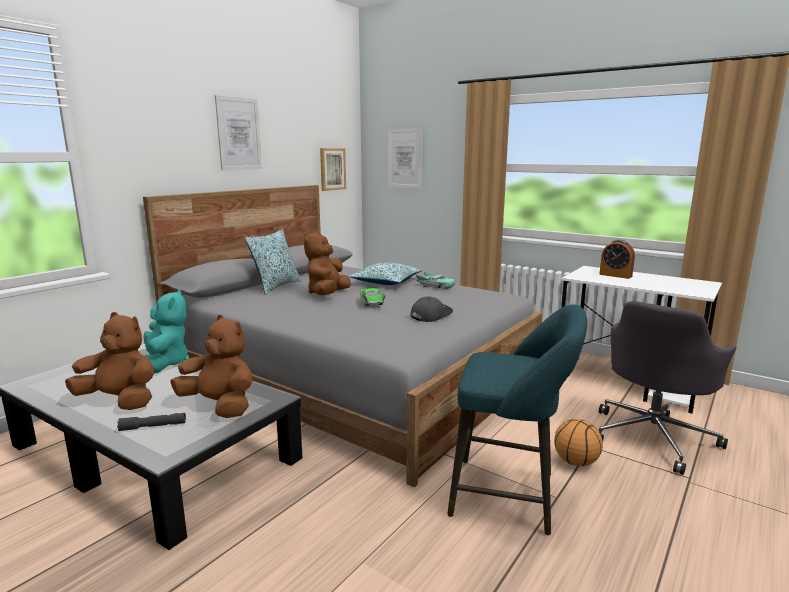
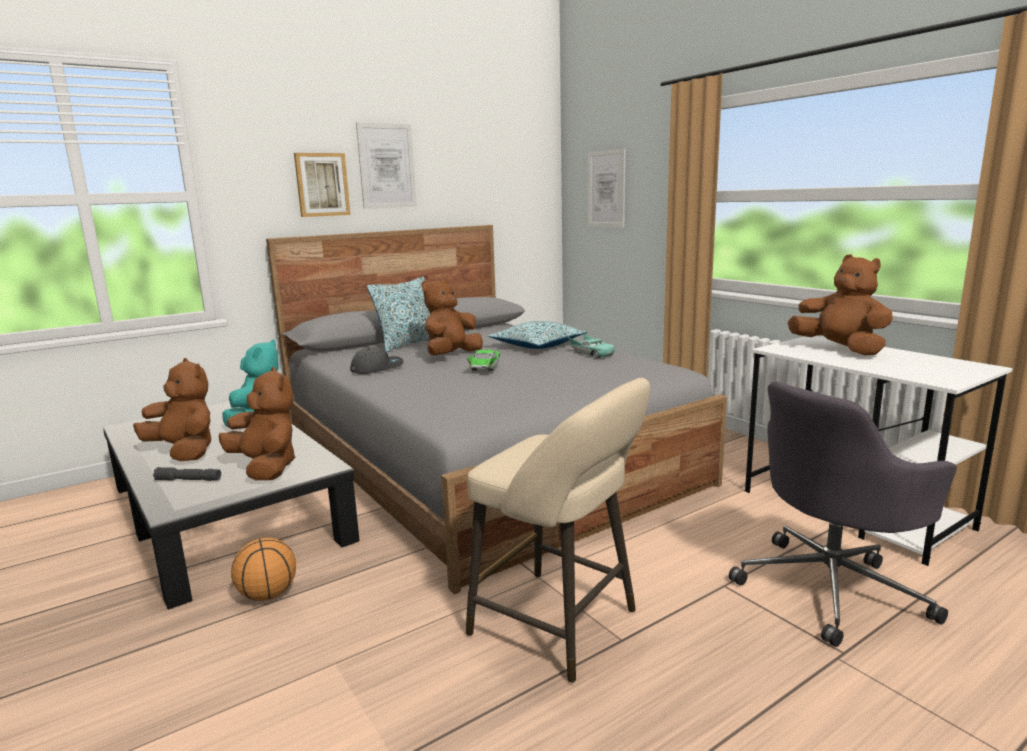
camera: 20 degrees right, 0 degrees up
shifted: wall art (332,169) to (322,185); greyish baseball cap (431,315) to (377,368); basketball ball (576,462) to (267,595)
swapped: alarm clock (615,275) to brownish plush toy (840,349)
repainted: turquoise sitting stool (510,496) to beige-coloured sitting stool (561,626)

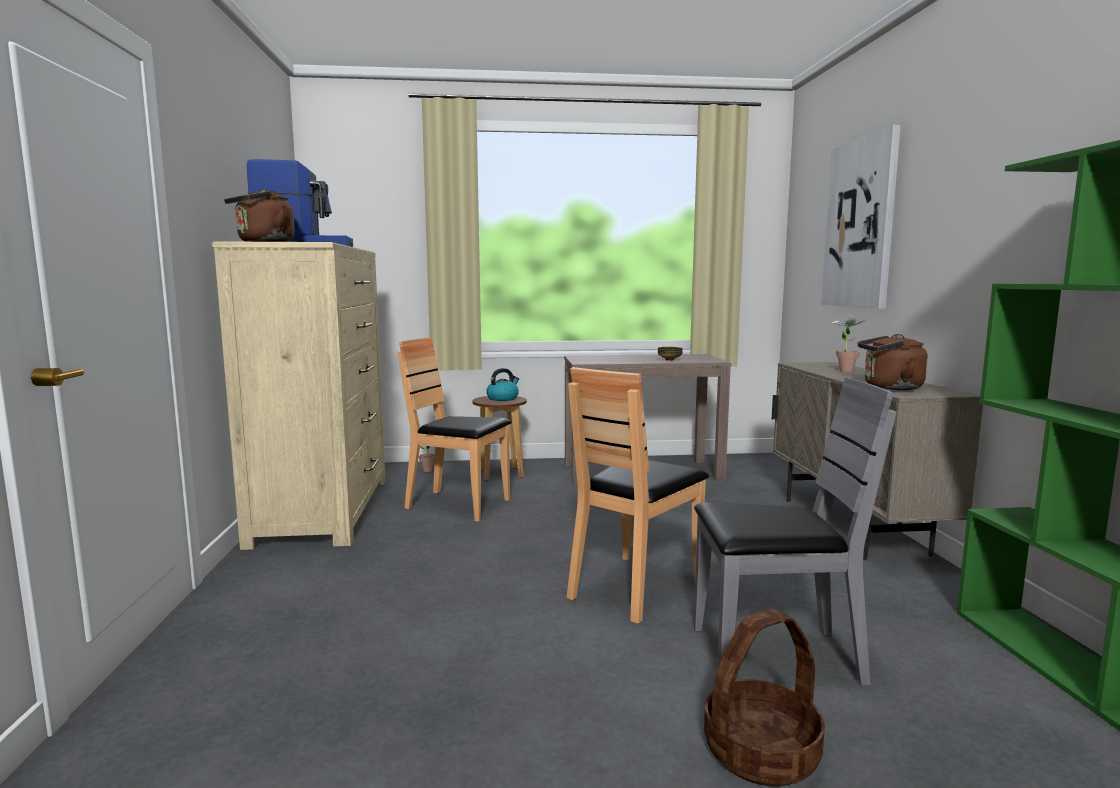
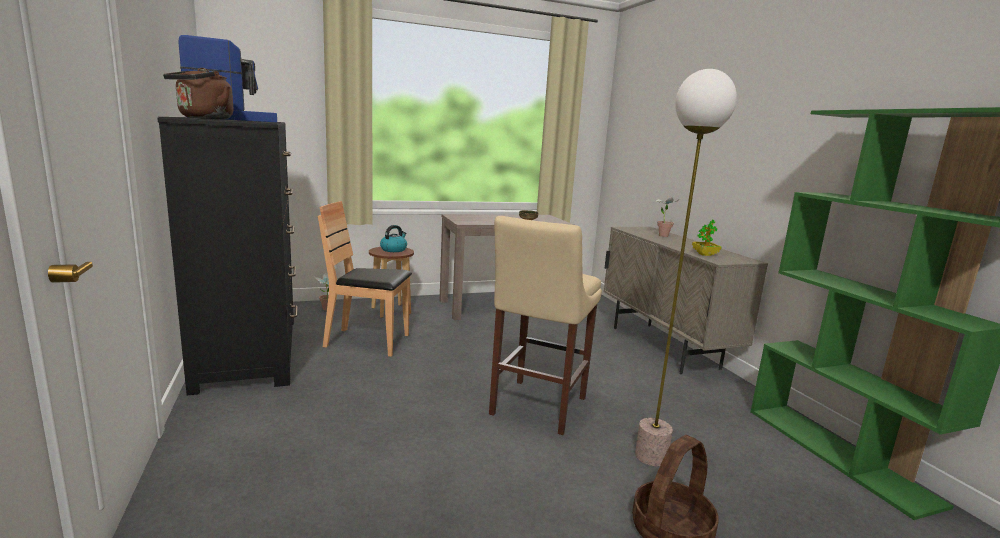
camera: 15 degrees left, 5 degrees up
gone: wall art (860,224)
swapped: brownish upright chair (634,587) to beige-coloured sitting stool (536,408); greyish upright chair (773,657) to standard lamp (651,457); brownish tea kettle (889,387) to plant in a pot (705,254)
repainted: beige-coloured chest of drawers (324,510) to black-coloured chest of drawers (249,351)

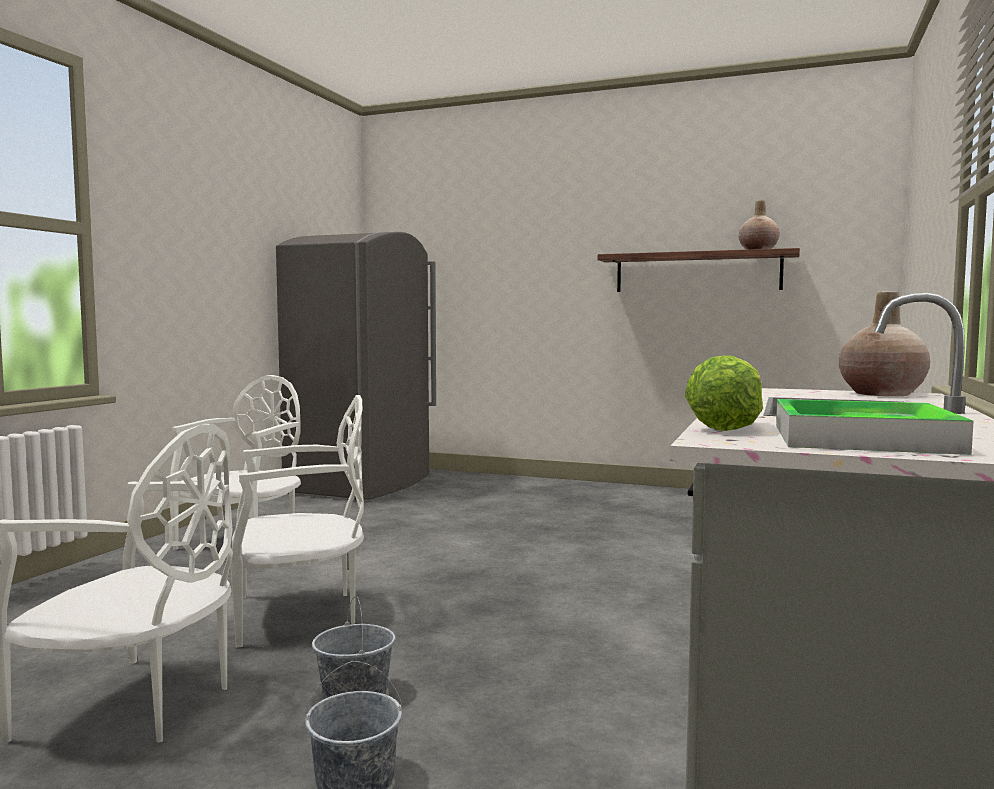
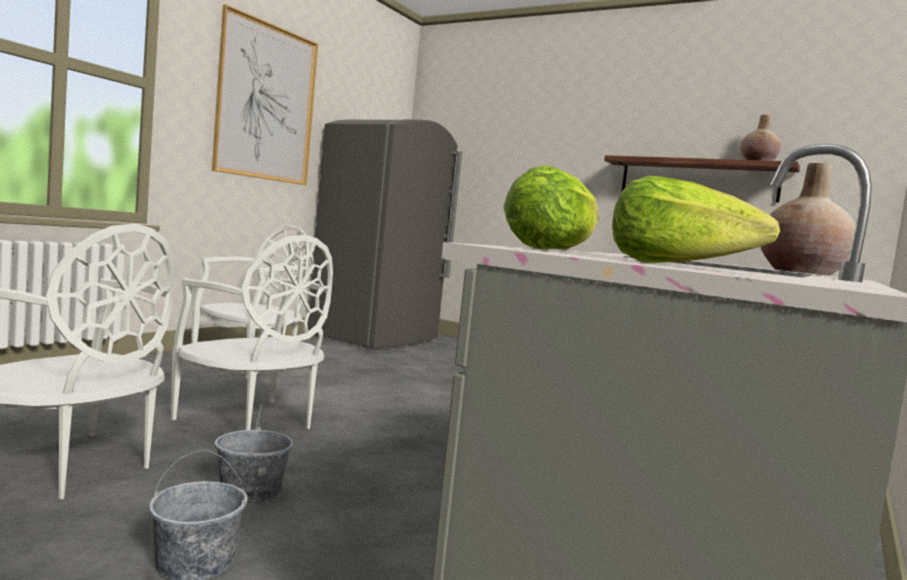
camera: 10 degrees right, 0 degrees up
new: wall art (266,103)
swapped: carrying tray (861,438) to lettuce (678,265)
rotated: white upright chair (298,614) = (251,422) 45 degrees clockwise

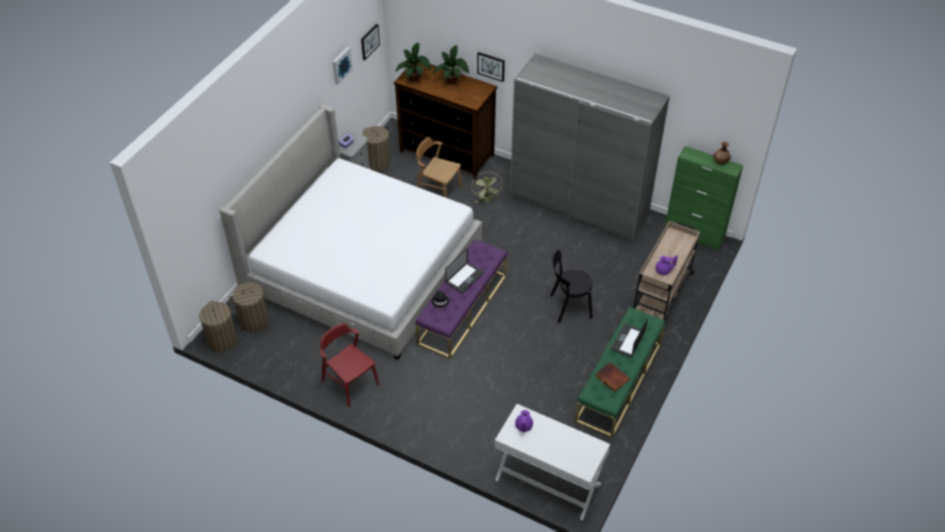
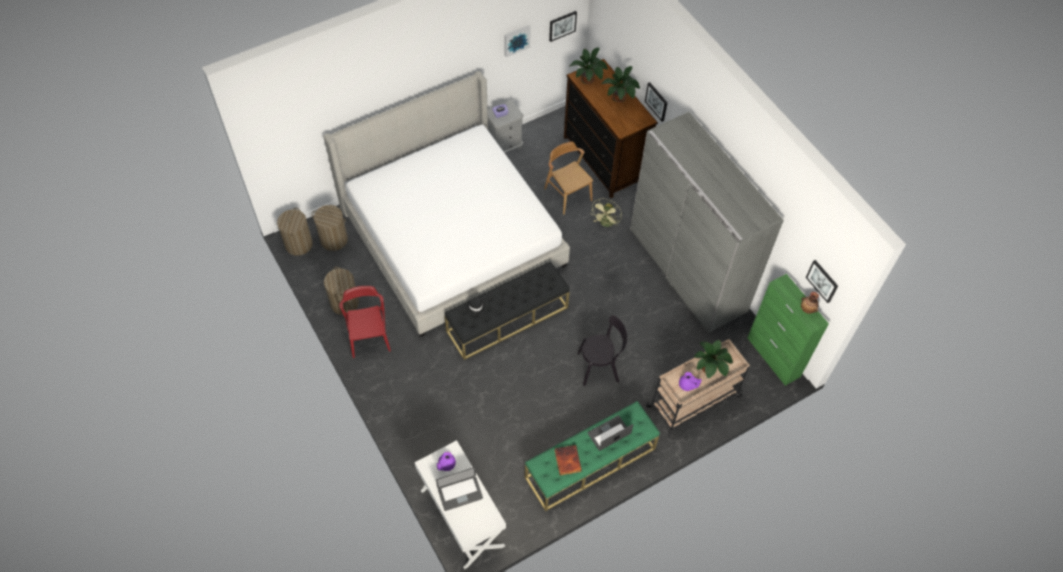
camera: 30 degrees right, 10 degrees up
new: plant in a pot (709,368); wall art (822,281)
shifted: hamper (378,162) to (344,303); notebook computer (464,278) to (460,493)
repainted: purplish bench (462,309) to black-coloured bench (507,319)
rotated: black-coloured upright chair (568,306) = (600,367) 150 degrees clockwise

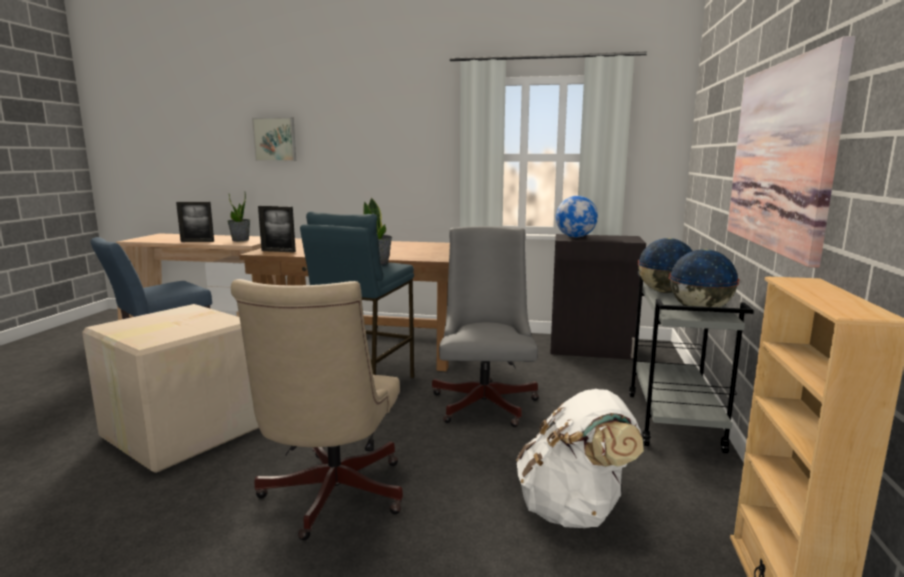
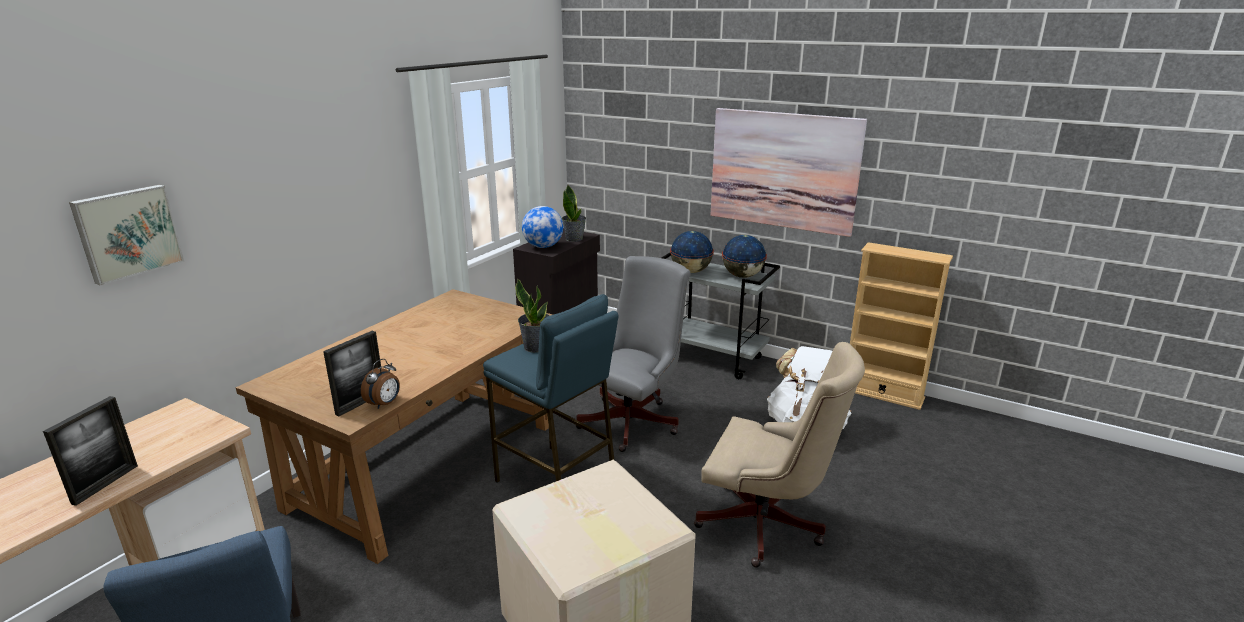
camera: 70 degrees left, 10 degrees up
new: alarm clock (384,404)
shifted: plant in a pot (240,240) to (574,239)
rotated: greyish computer chair (485,401) = (634,420) 105 degrees clockwise

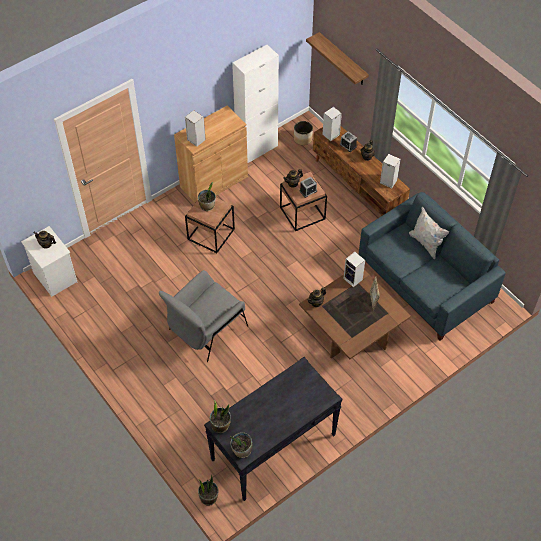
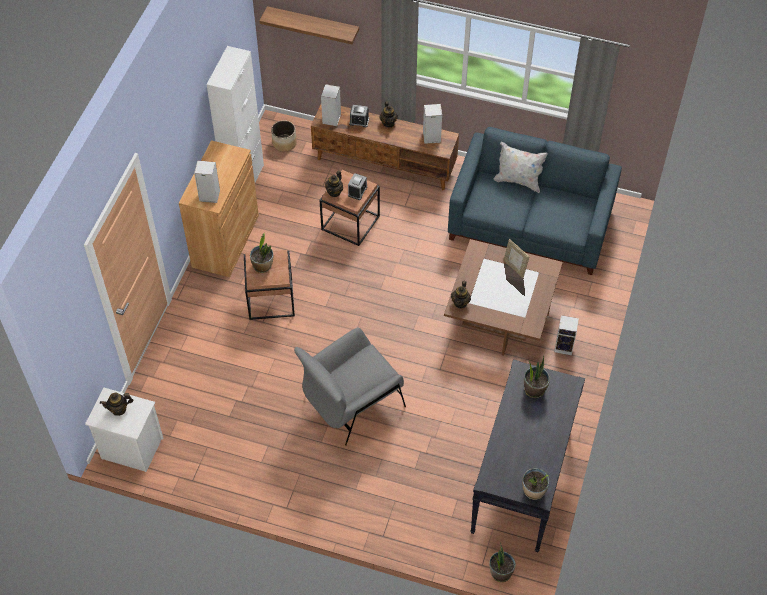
camera: 35 degrees left, 0 degrees up
shifted: plant in a pot (220,425) to (534,389); speaker (353,279) to (564,346)
rotated: greyish lounge chair (206,329) = (352,403) 45 degrees clockwise

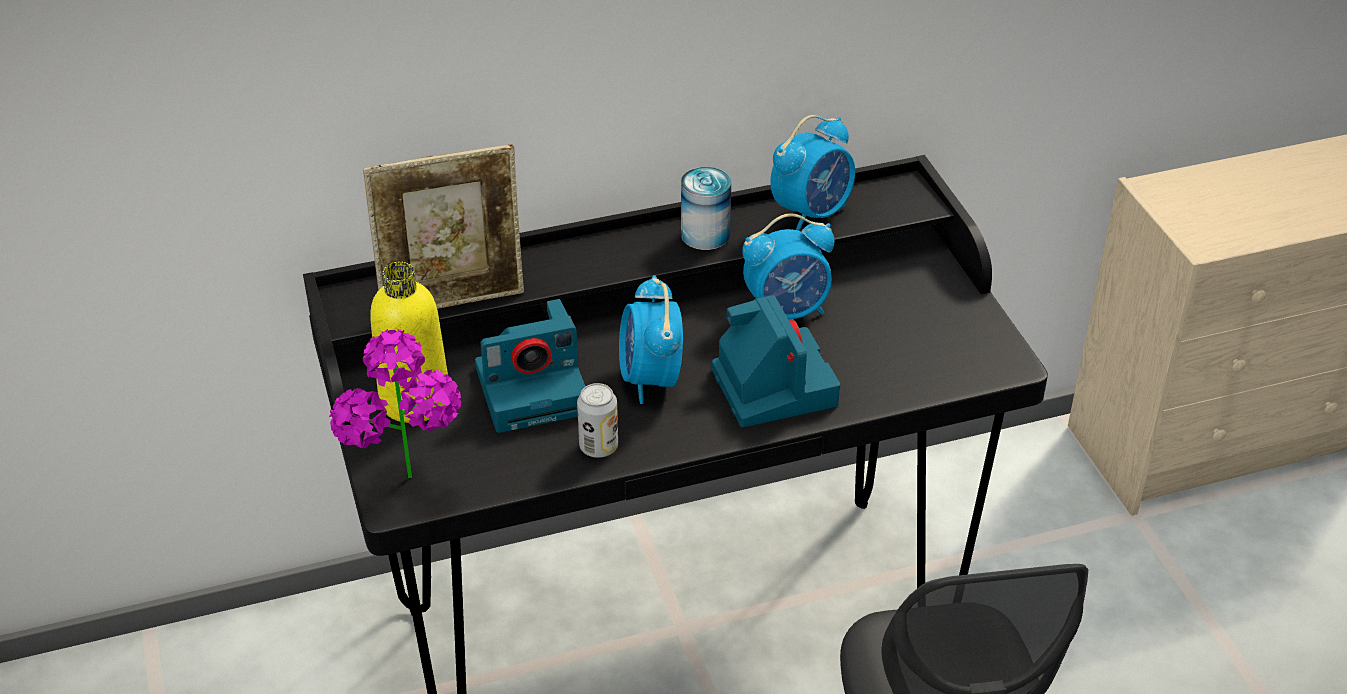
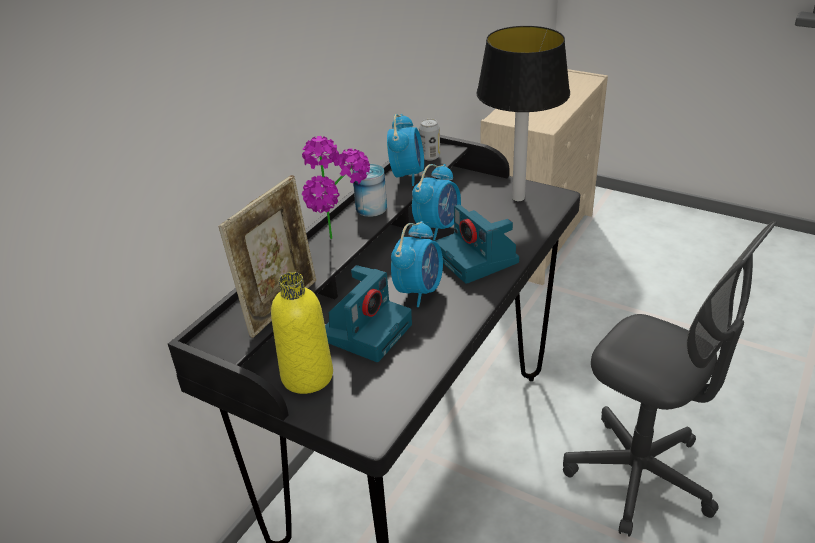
camera: 40 degrees left, 5 degrees down
new: tabletop lamp (517,198)
shifted: plant in a pot (411,493) to (341,243); sealed can (598,447) to (430,156)
rotated: alarm clock (650,379) = (419,290) 105 degrees counterclockwise; photo camera (772,385) = (478,259) 150 degrees counterclockwise

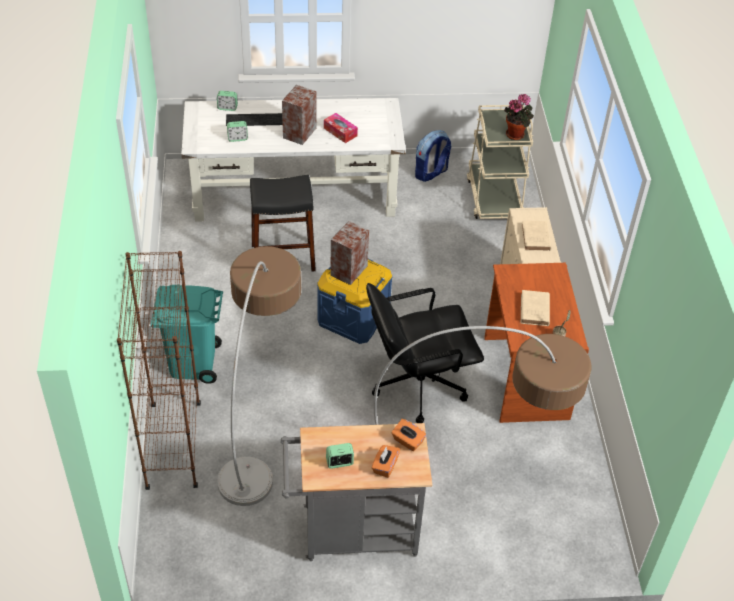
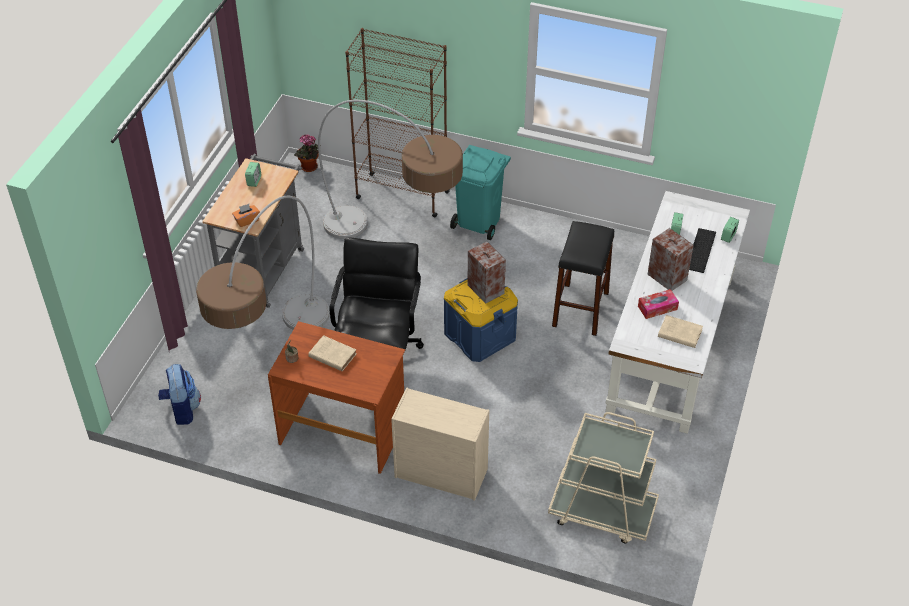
camera: 115 degrees right, 0 degrees up
gone: orangey tissue holder (385,466)
shifted: rucksack (431,173) to (182,409); plant in a pot (516,134) to (309,168); beige-coloured book (536,238) to (678,333)

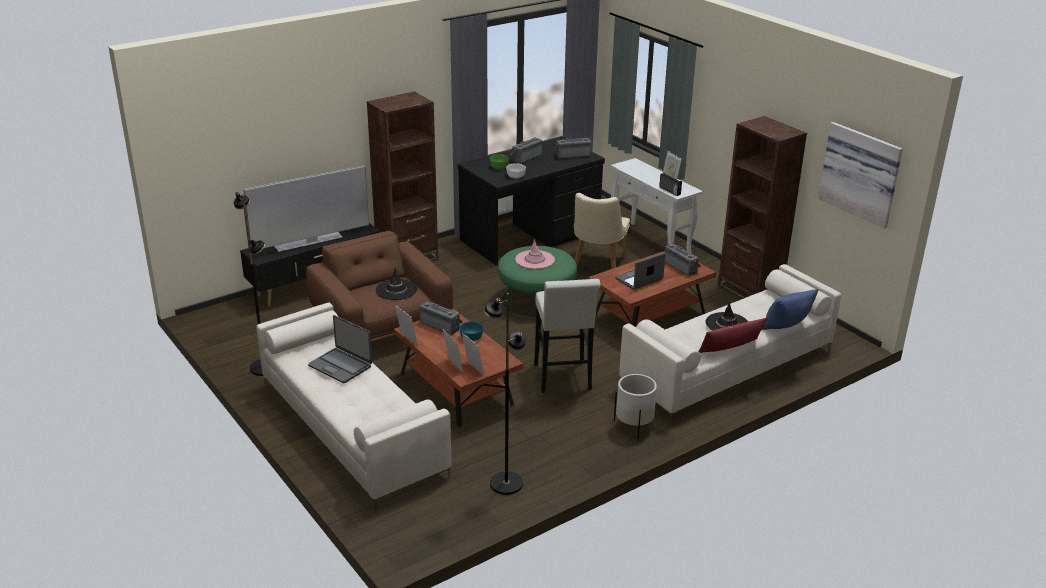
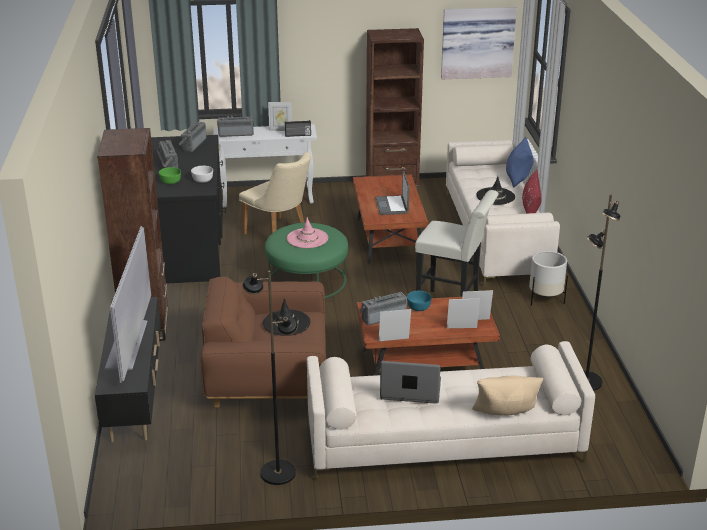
camera: 60 degrees left, 0 degrees up
new: beige-coloured throw pillow (504,415)
shifted: radio set (682,267) to (236,133)
rotated: notebook computer (340,366) = (410,390) 150 degrees counterclockwise

